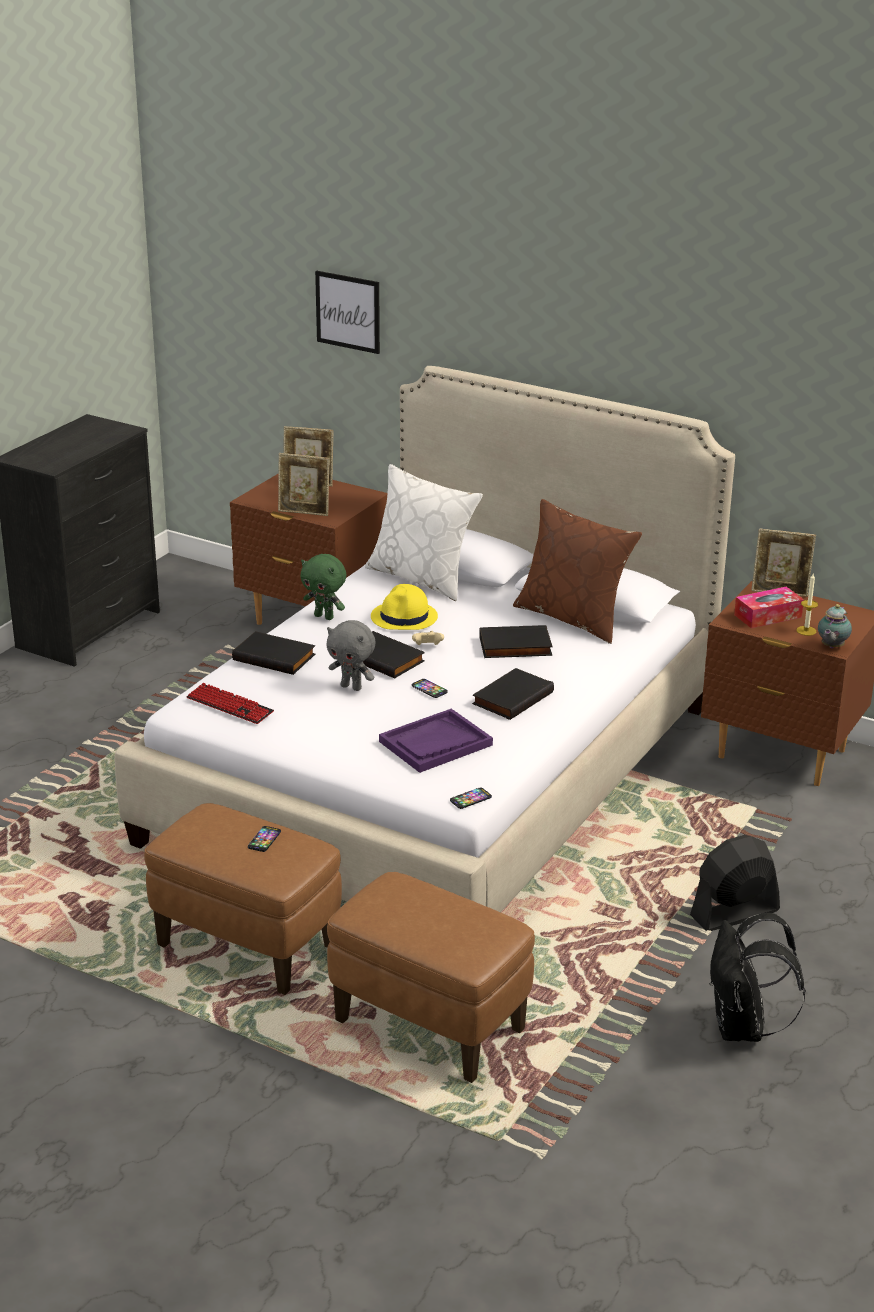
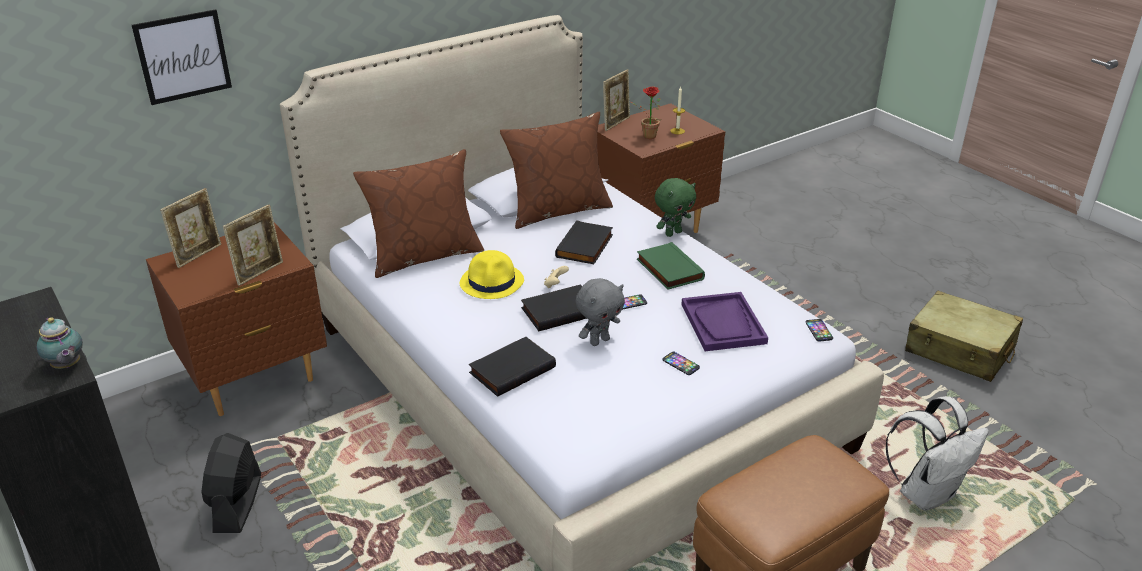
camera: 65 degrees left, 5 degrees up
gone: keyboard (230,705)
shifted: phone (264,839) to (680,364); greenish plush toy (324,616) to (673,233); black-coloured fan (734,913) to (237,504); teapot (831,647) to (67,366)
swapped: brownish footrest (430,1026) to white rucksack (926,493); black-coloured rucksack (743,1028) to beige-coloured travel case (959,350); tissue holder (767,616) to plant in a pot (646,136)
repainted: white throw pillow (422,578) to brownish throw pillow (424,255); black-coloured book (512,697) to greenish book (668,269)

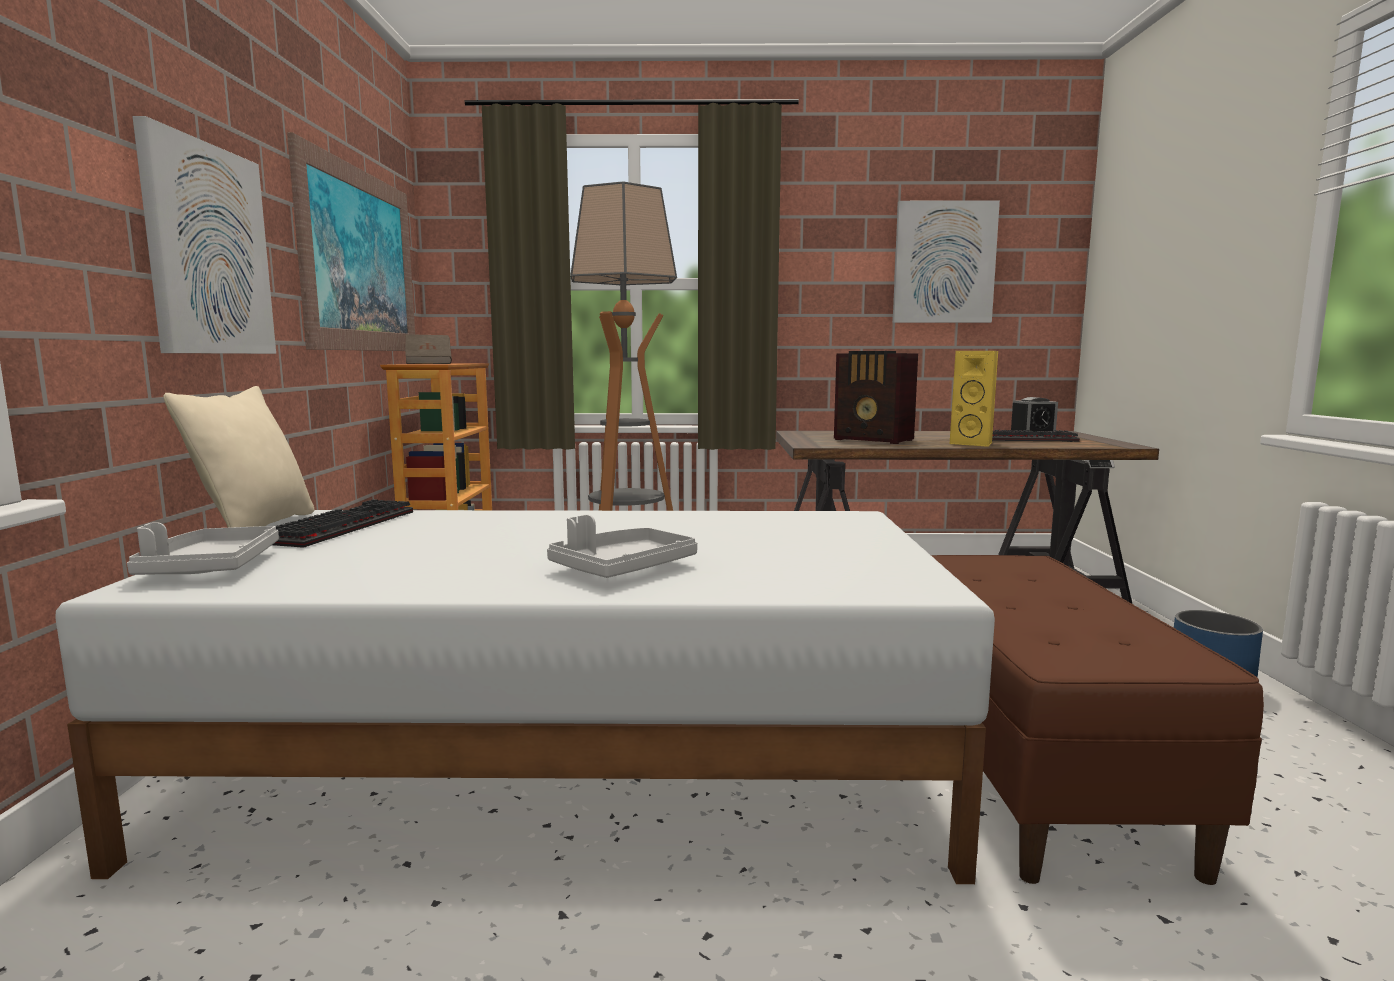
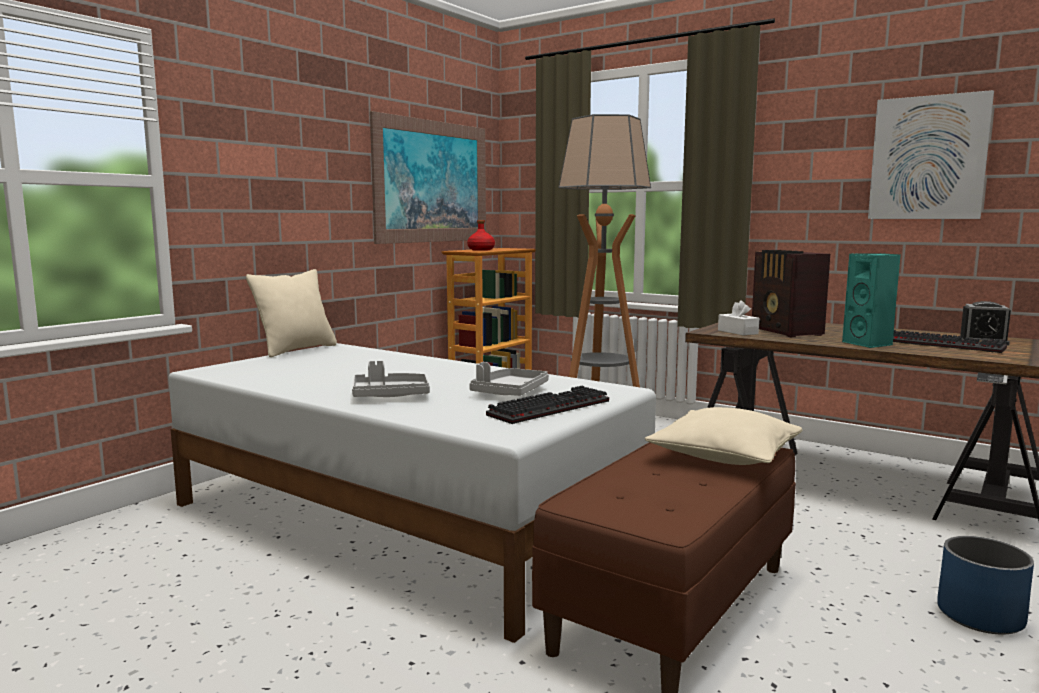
camera: 35 degrees right, 0 degrees up
gone: wall art (207,250)
new: beige-coloured throw pillow (724,456); white tissue holder (737,332)
shifted: greyish carrying tray (210,568) to (509,392); keyboard (342,526) to (549,407)
swapped: brownish book (429,363) to red-coloured bottle (480,250)
repainted: yellow speaker (974,443) to turquoise speaker (869,344)

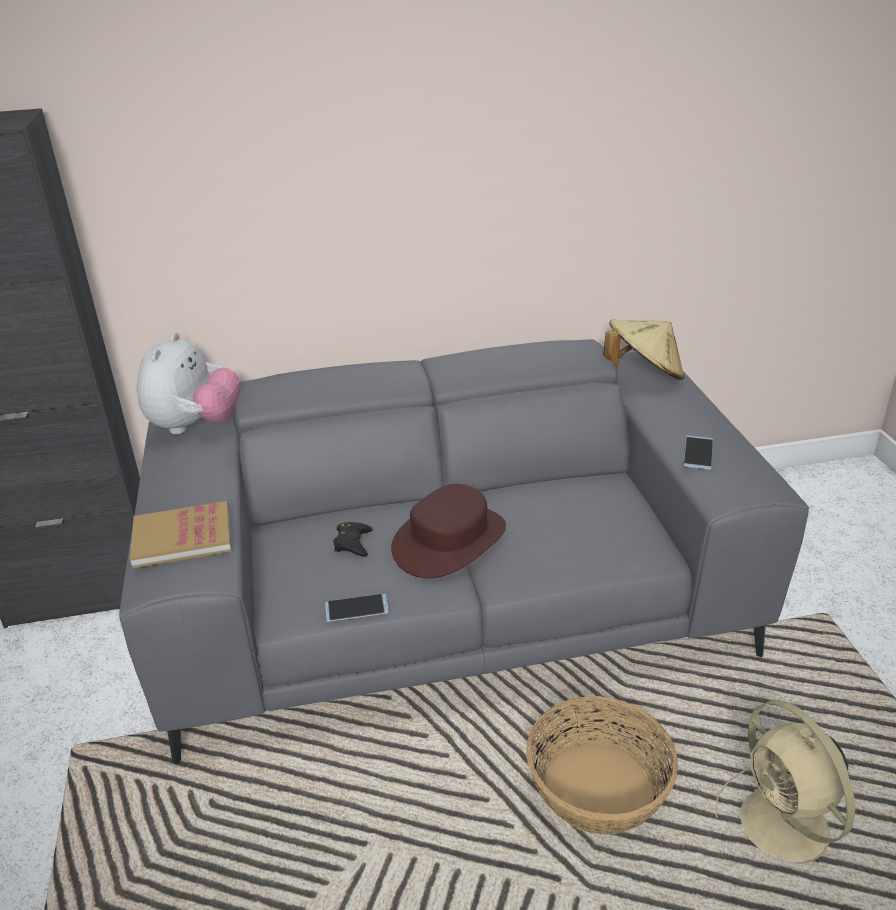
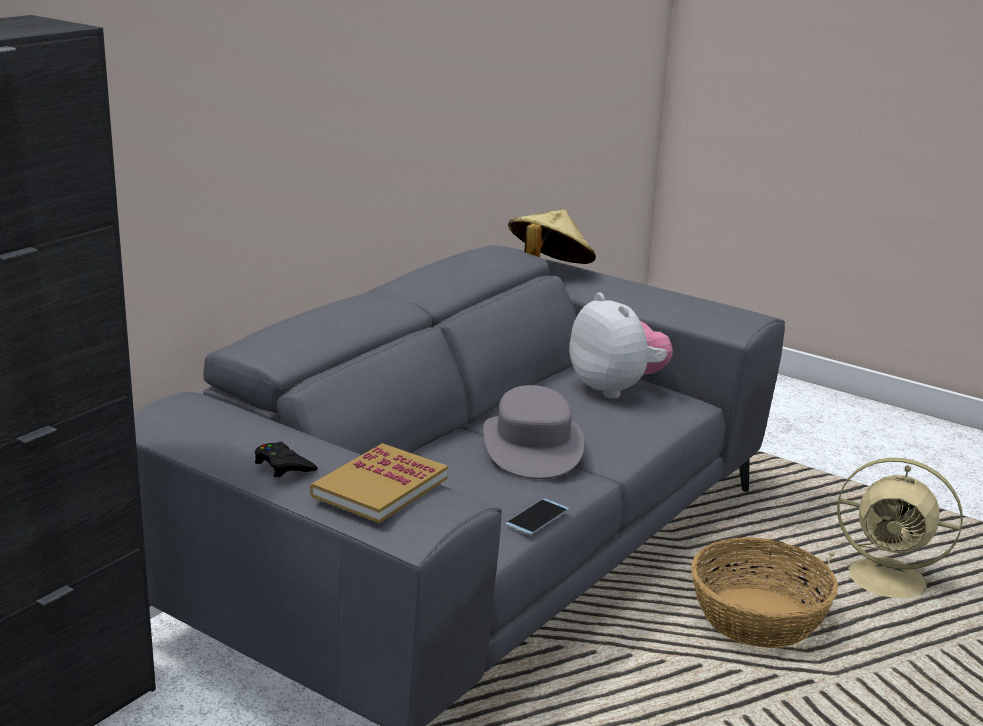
camera: 45 degrees left, 10 degrees down
gone: phone (698,453)
shifted: plush toy (195,426) to (616,389); black-coloured game controller (353,543) to (283,466)
repainted: brownish clothing hat (450,541) to greyish clothing hat (532,446)

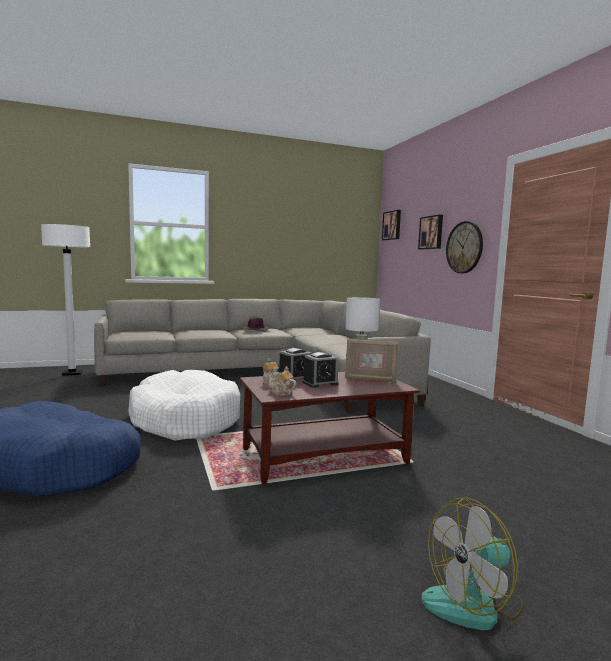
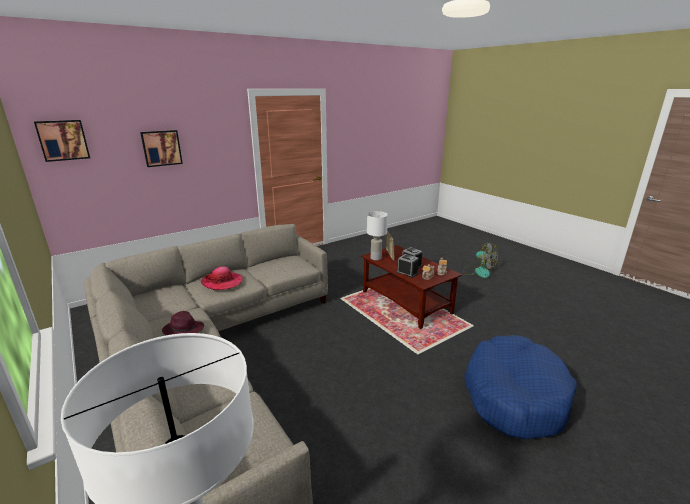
camera: 105 degrees left, 15 degrees up
gone: white dog bed (185,420); clock on the wall (464,247)
new: clothing hat (222,282)

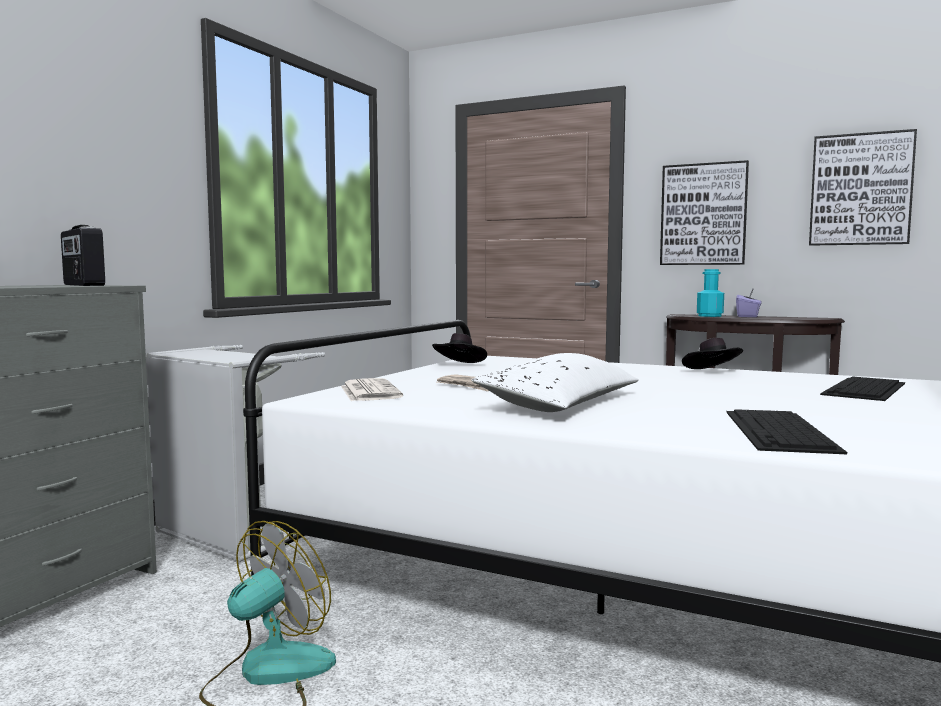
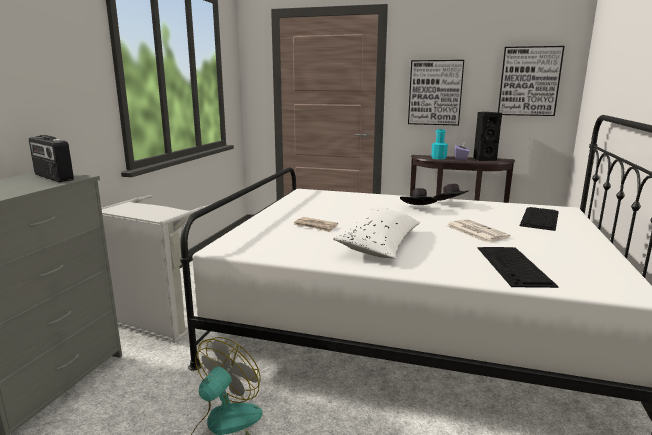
camera: 10 degrees left, 10 degrees up
new: black-coloured speaker (483,159)
shifted: printed paper (369,391) to (475,231); black-coloured clothing hat (460,365) to (418,209)

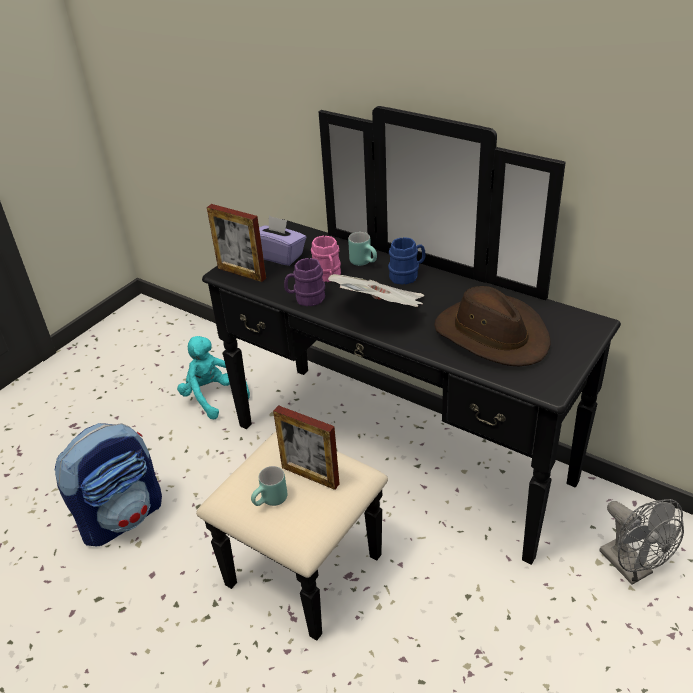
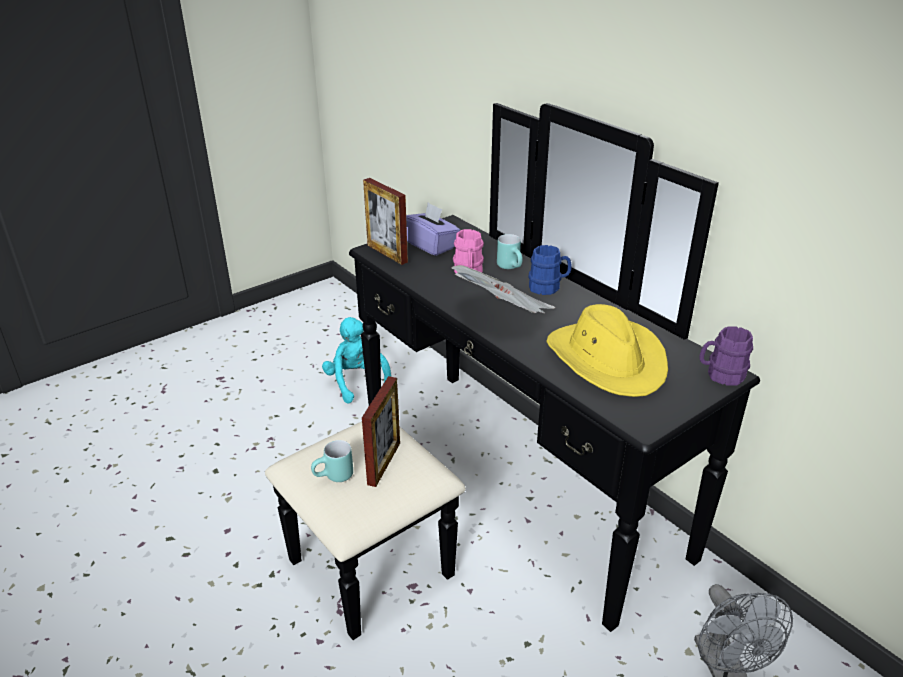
camera: 15 degrees right, 5 degrees down
gone: rucksack (122,516)
shifted: purplish mug (306,298) to (720,375)
repainted: brownish clothing hat (491,334) to yellow clothing hat (607,359)
rotated: picture frame (310,475) = (384,463) 120 degrees counterclockwise

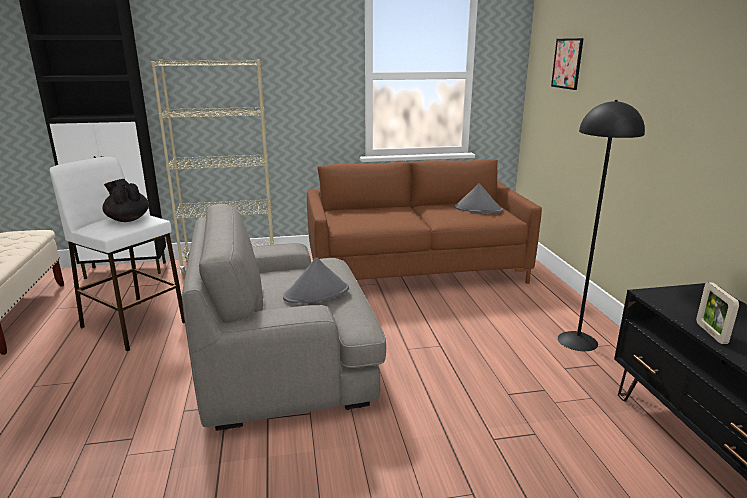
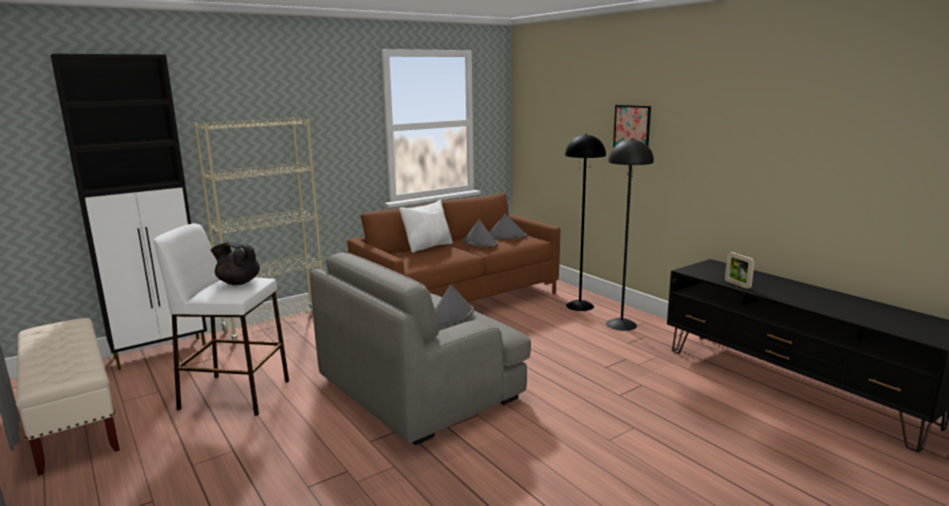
camera: 25 degrees left, 5 degrees down
new: white throw pillow (428,246); greyish clothing hat (480,243); black-coloured standard lamp (579,306)
shifted: wall art (567,63) to (632,127)

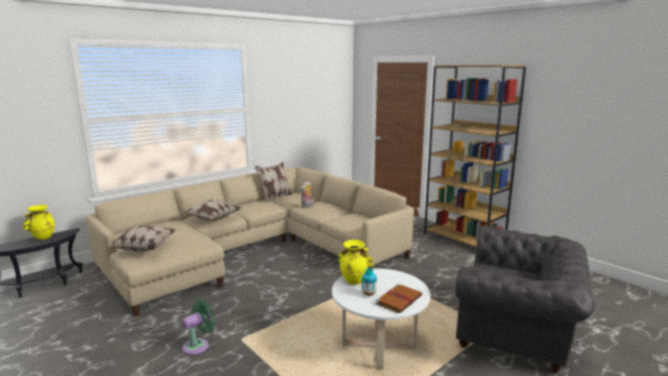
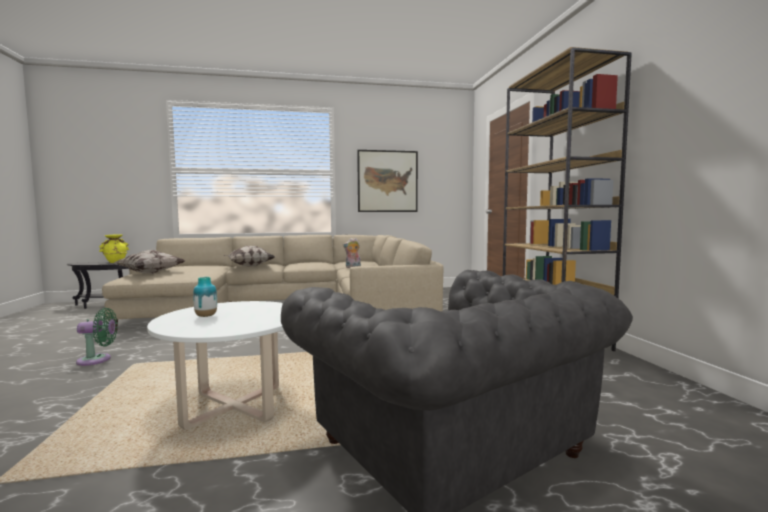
camera: 30 degrees right, 10 degrees down
gone: throw pillow (275,197); yellow decorative vase (354,280); brownish book (399,299)
new: wall art (387,181)

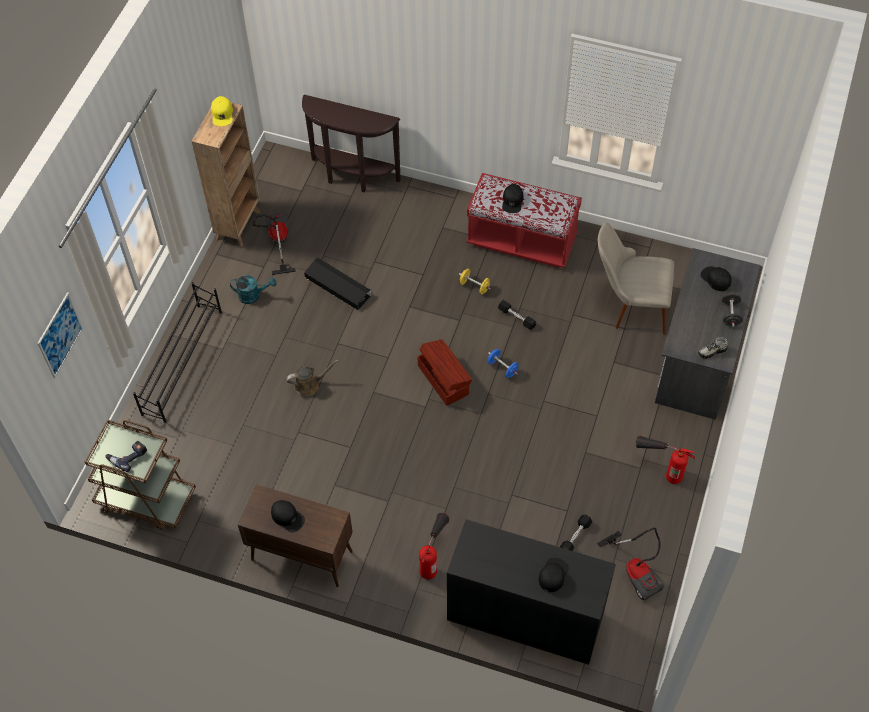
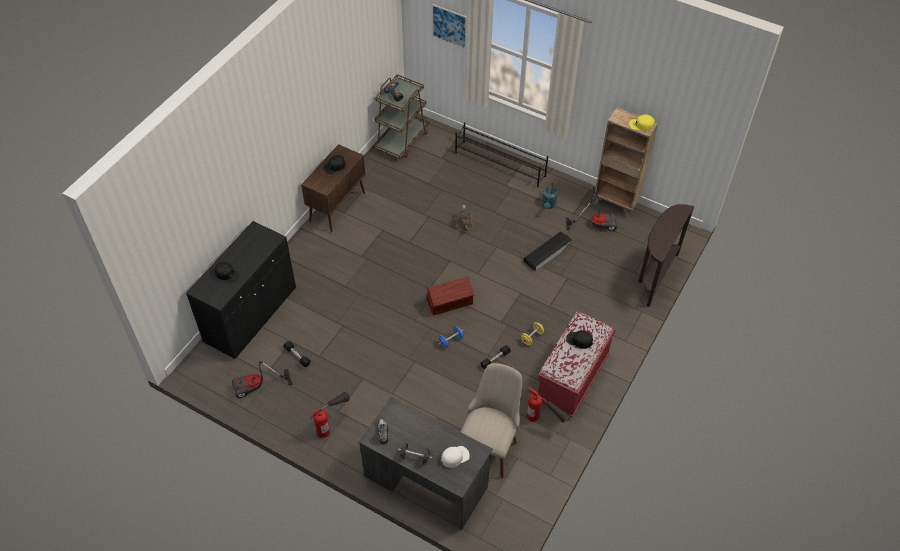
camera: 100 degrees right, 5 degrees down
shifted: fire extinguisher (433,557) to (543,422)
repainted: black-coloured baseball cap (715,279) to white baseball cap (455,457)

